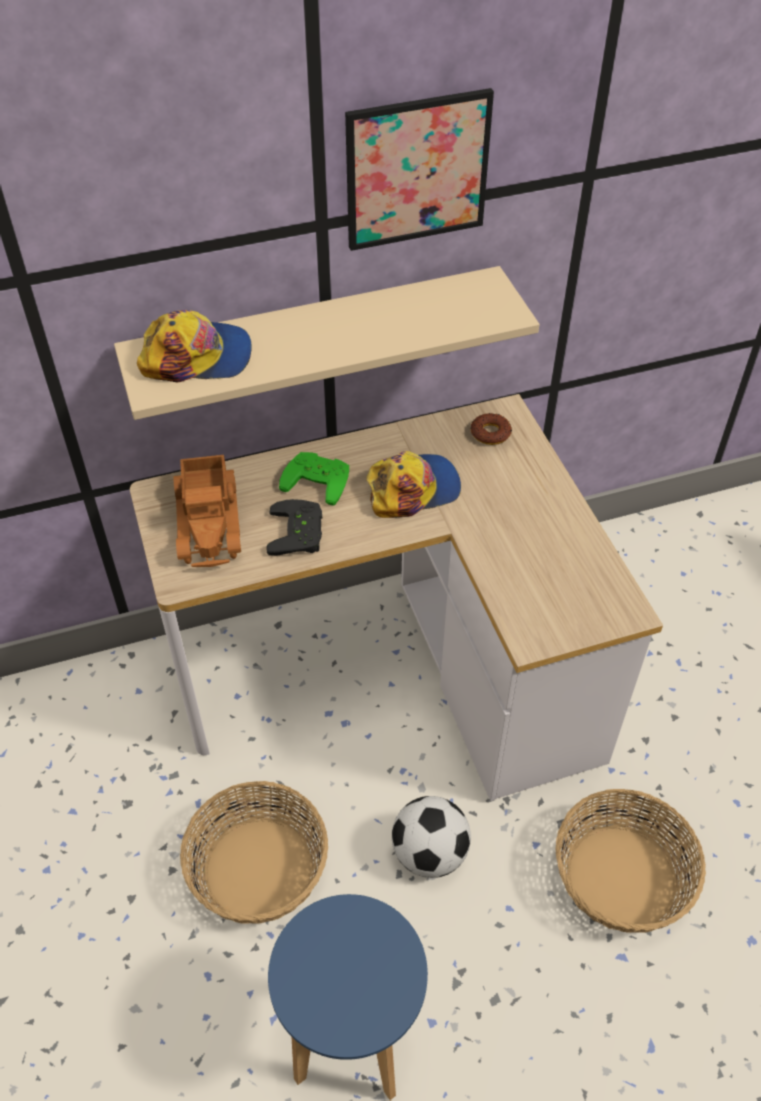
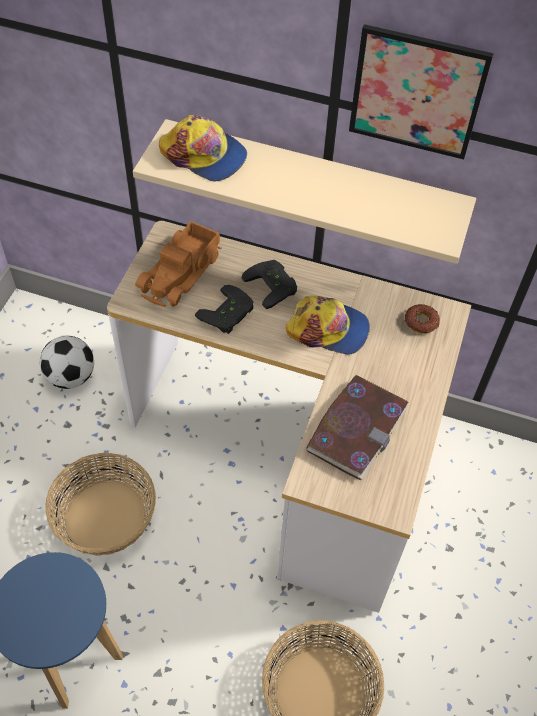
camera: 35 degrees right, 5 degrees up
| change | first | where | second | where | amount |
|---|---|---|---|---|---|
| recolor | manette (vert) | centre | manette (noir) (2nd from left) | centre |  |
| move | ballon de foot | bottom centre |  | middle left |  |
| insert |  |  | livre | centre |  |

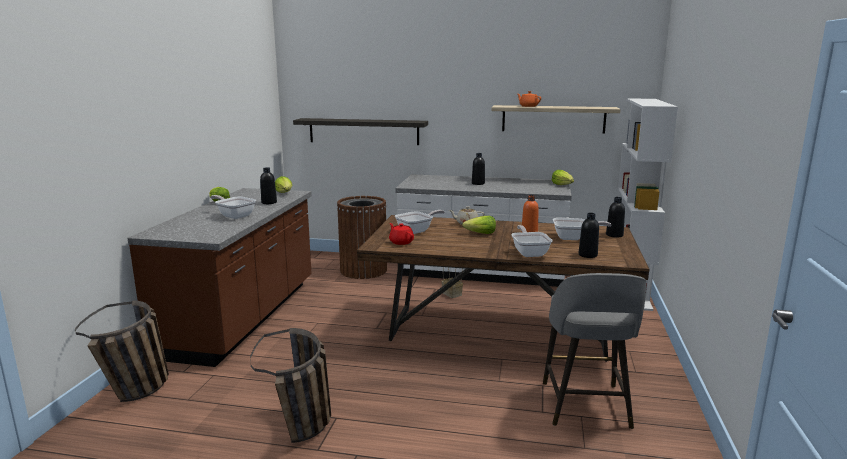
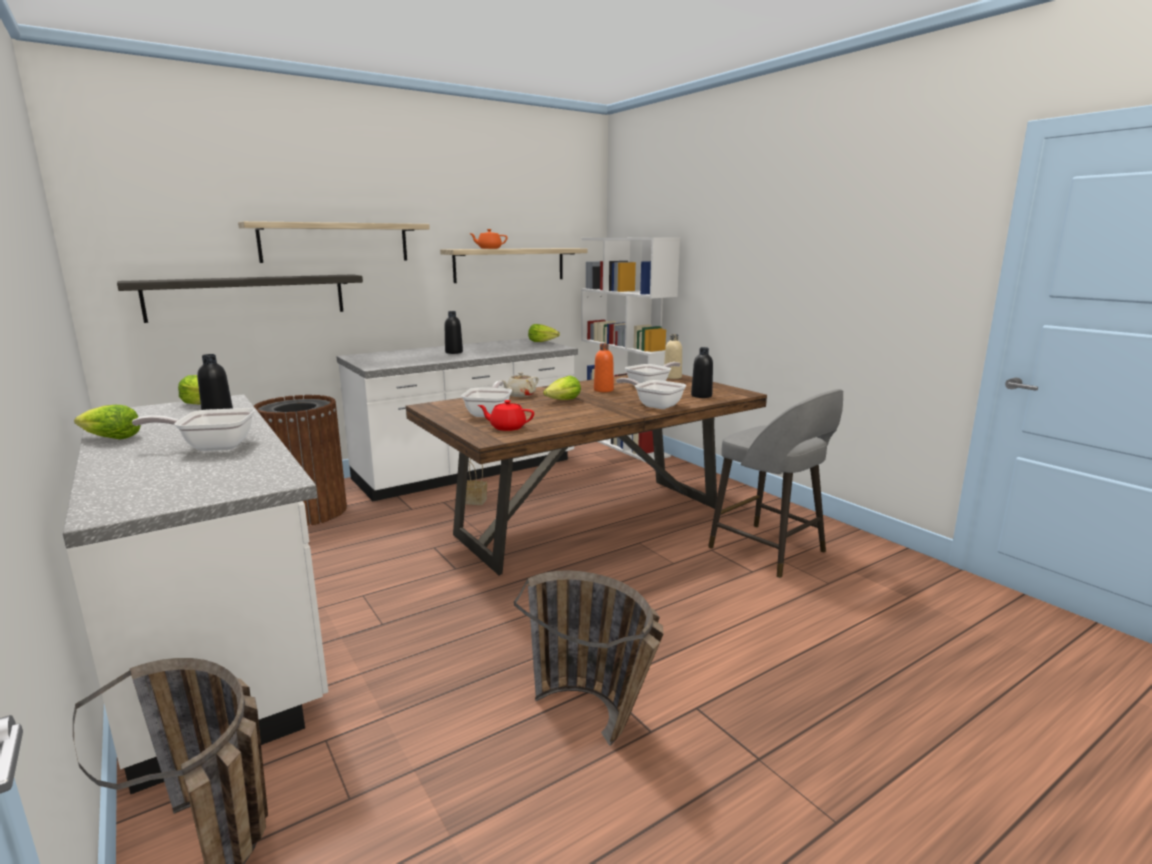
camera: 45 degrees left, 0 degrees up
| change | first | where | second | where | amount |
|---|---|---|---|---|---|
| recolor | comptoir de cuisine (marron) | middle left | comptoir de cuisine (blanc) (1st from left) | bottom left |  |
| recolor | bouteille (noir) (4th from left) | middle right | bouteille (beige) | centre |  |
| insert |  |  | étagère (2nd from left) | top left |  |

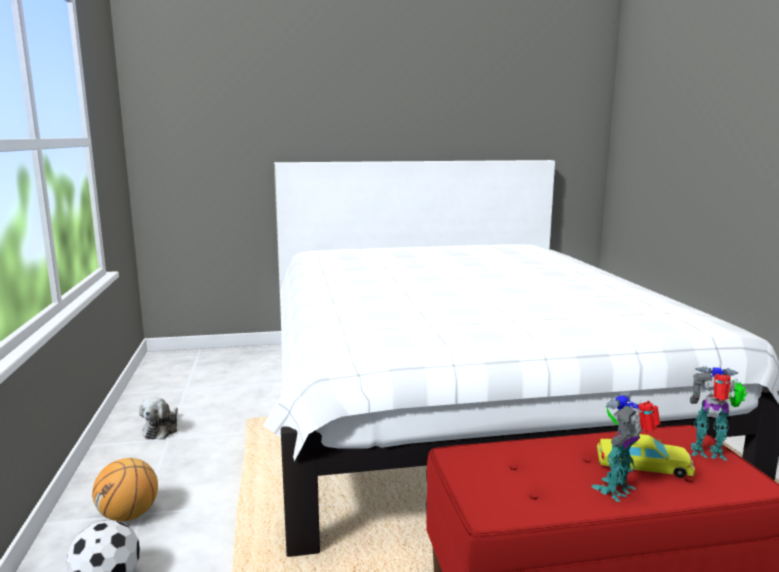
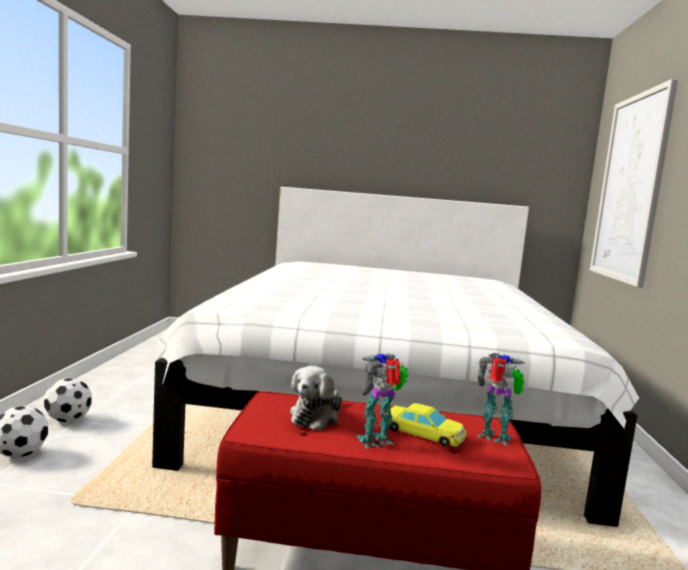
camera: 15 degrees right, 5 degrees down
| change | first | where | second | where | amount |
|---|---|---|---|---|---|
| replace | ballon de basket | bottom left | ballon de foot (2nd from left) | bottom left |  |
| move | peluche | bottom left |  | bottom centre |  |
| insert |  |  | tableau | top right |  |

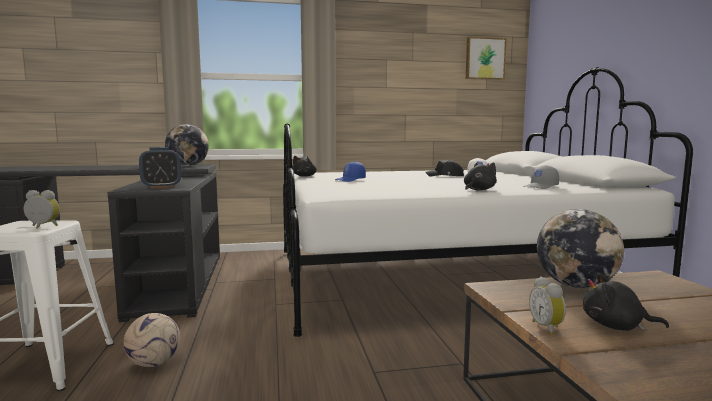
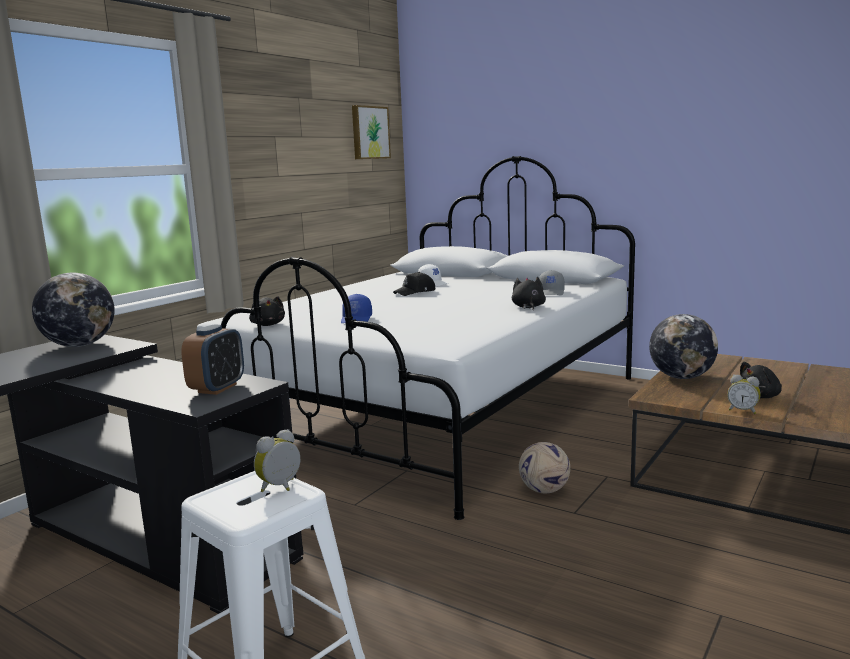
camera: 45 degrees left, 5 degrees up
| change | first | where | second | where | amount |
|---|---|---|---|---|---|
| move | ballon de foot | bottom left |  | bottom centre |  |

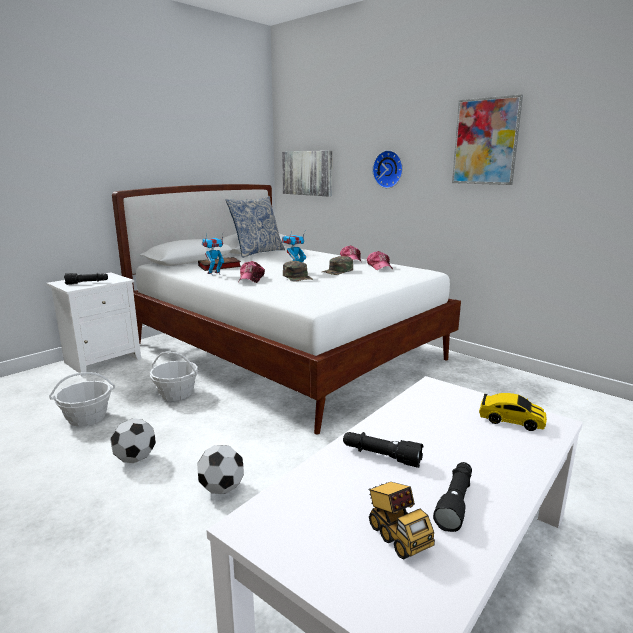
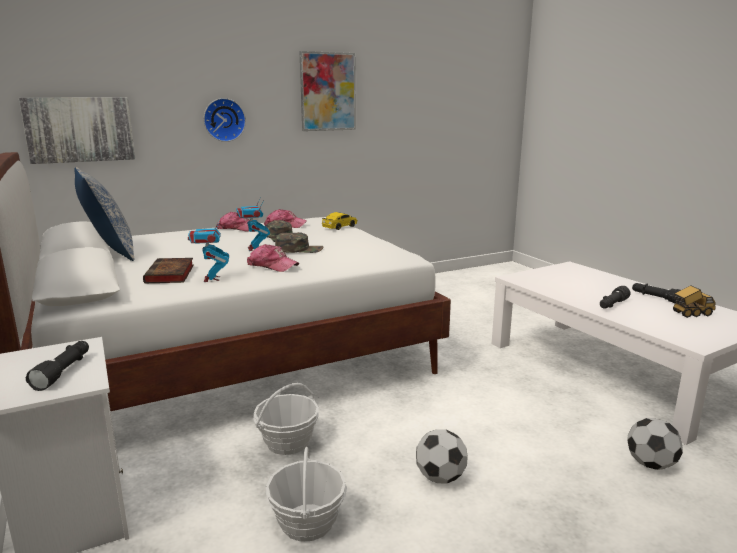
camera: 70 degrees left, 0 degrees up
| change | first | where | second | where | amount |
|---|---|---|---|---|---|
| move | ballon de foot (2nd from left) | bottom centre |  | bottom right |  |
| move | petite voiture | middle right |  | centre |  |

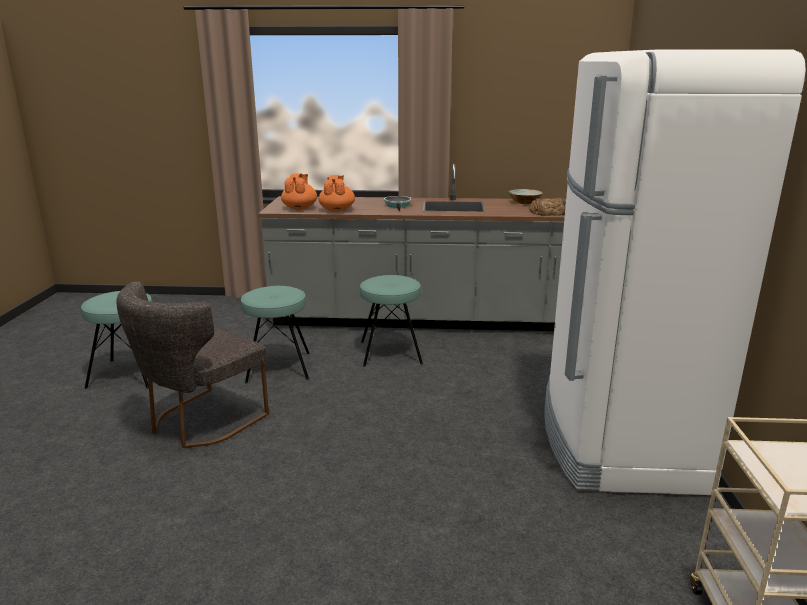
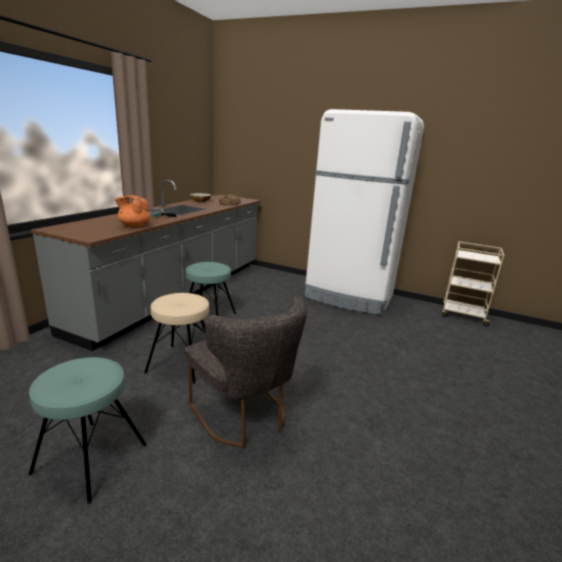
camera: 70 degrees left, 0 degrees up
| change | first | where | second | where | amount |
|---|---|---|---|---|---|
| recolor | tabouret (turquoise) (2nd from left) | centre | tabouret (beige) | middle left |  |
| delete | théière (orange) (1st from left) | top centre |  |  |  |

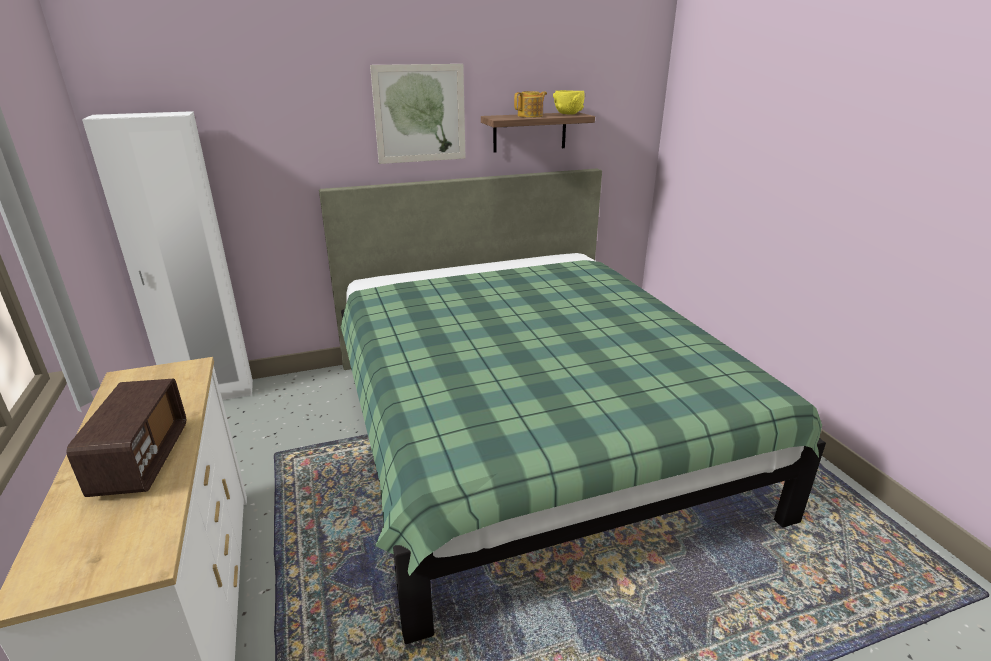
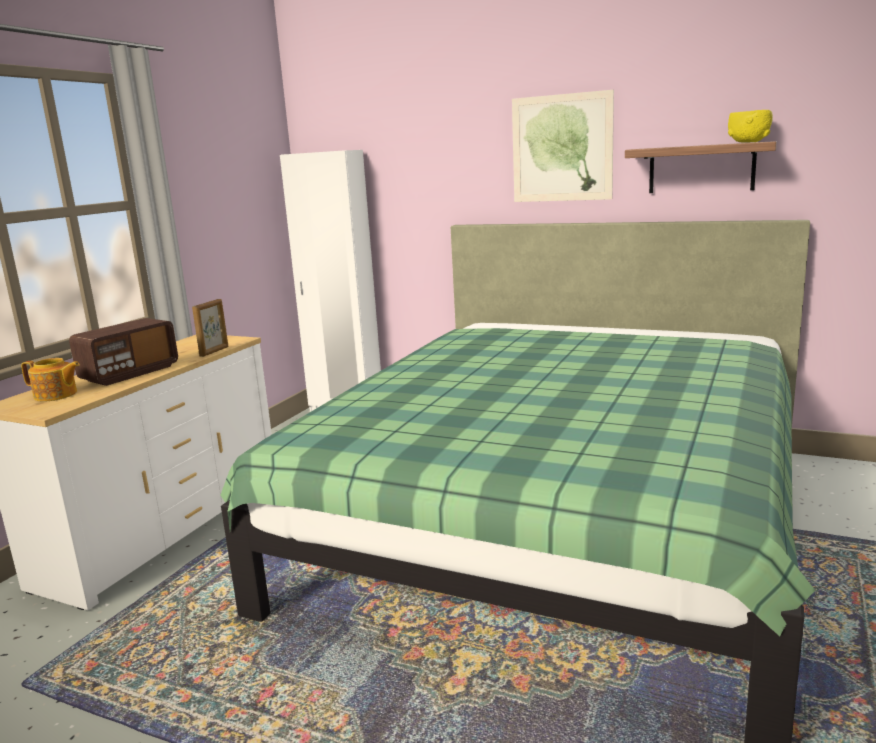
camera: 45 degrees right, 10 degrees down
| change | first | where | second | where | amount |
|---|---|---|---|---|---|
| move | théière | top centre |  | middle left |  |
| insert |  |  | cadre photo | middle left |  |

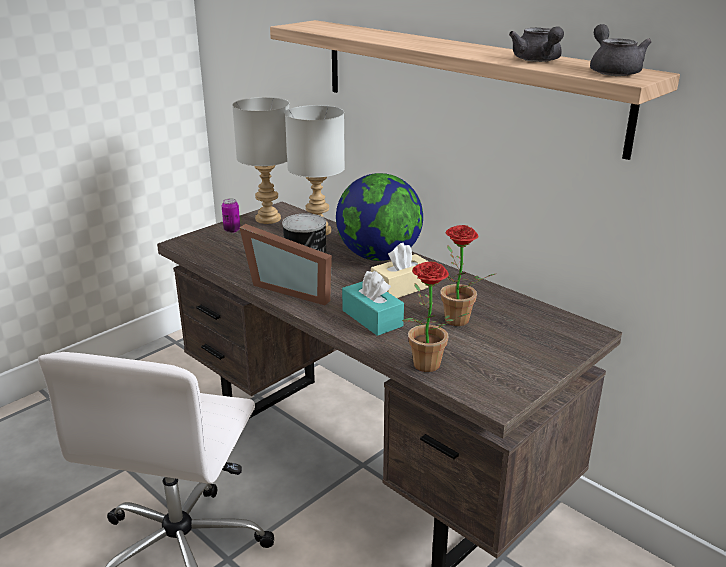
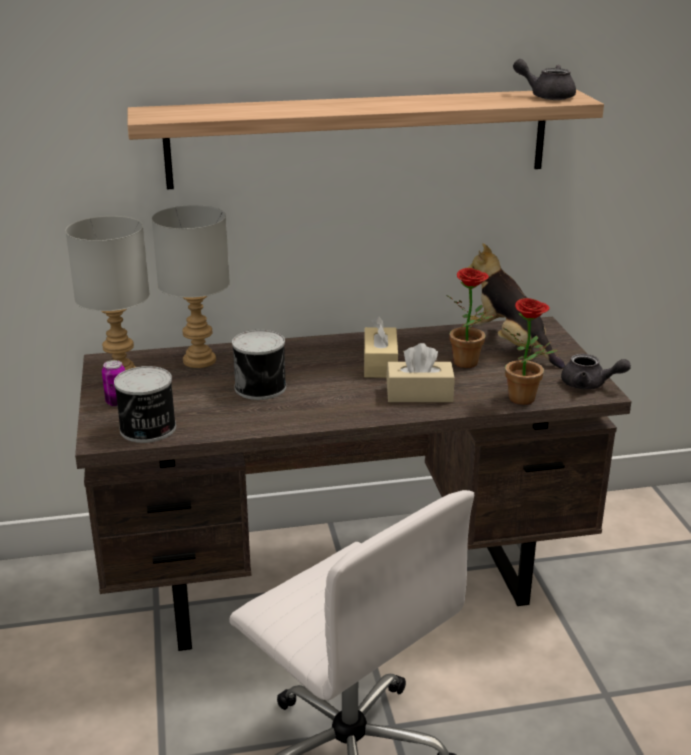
camera: 55 degrees left, 0 degrees up
| change | first | where | second | where | amount |
|---|---|---|---|---|---|
| delete | cadre photo | centre |  |  |  |
| delete | globe | centre |  |  |  |
| recolor | boîte à mouchoirs (turquoise) | centre | boîte à mouchoirs (beige) (2nd from left) | centre |  |
| move | théière (gris) (1st from left in the first image) | top right | théière (gris) (2nd from left) | middle right |  |
| insert |  |  | boîte métallique (2nd from left) | middle left |  |
| insert |  |  | peluche | middle right |  |

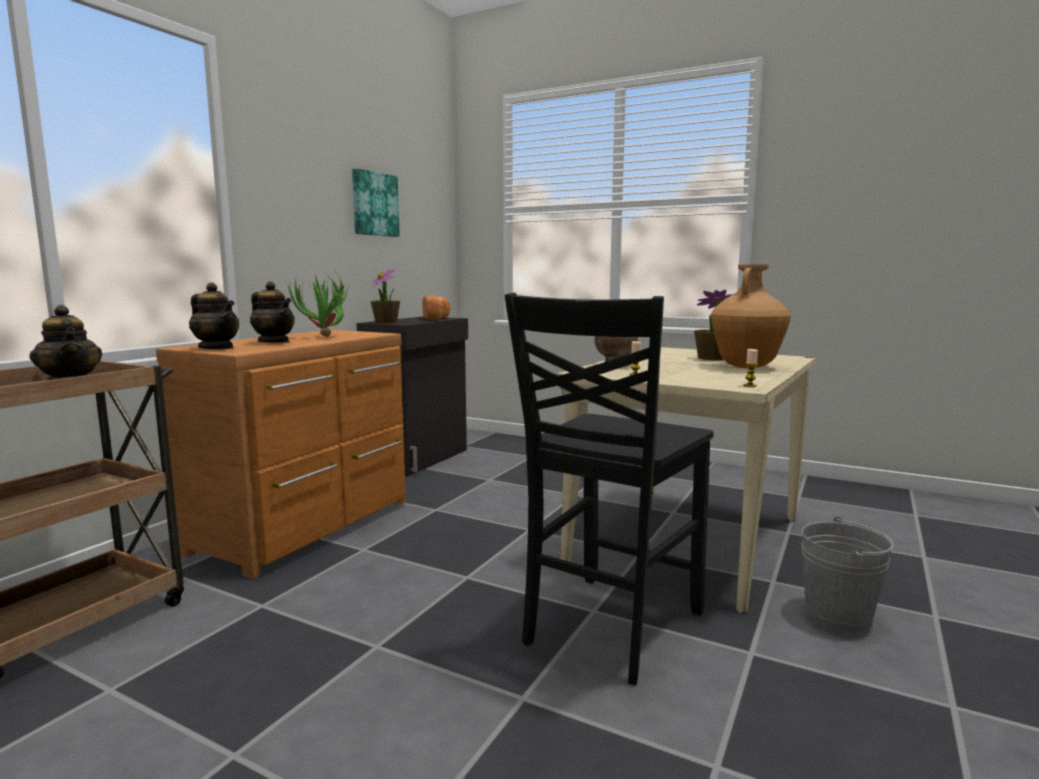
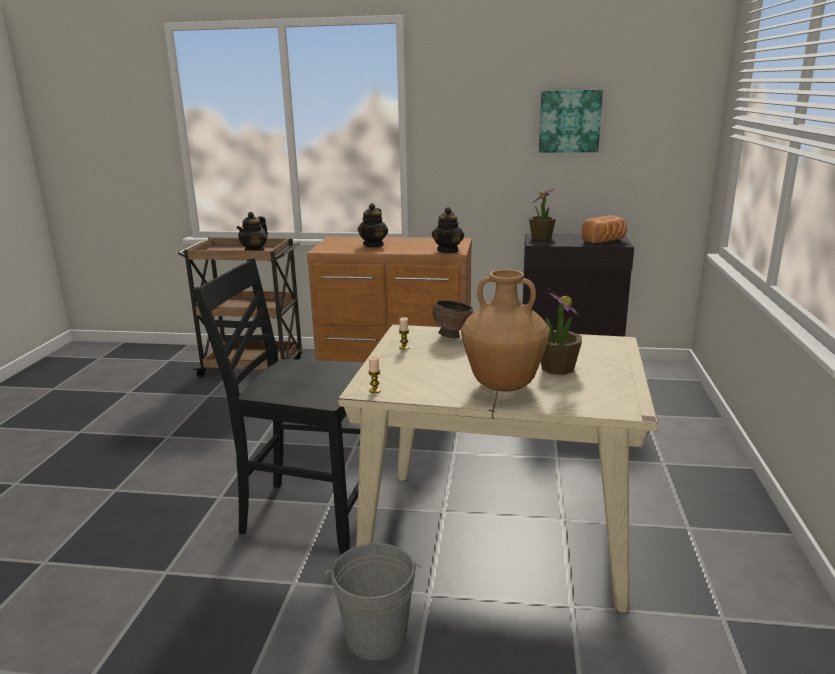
camera: 70 degrees right, 10 degrees up
| change | first | where | second | where | amount |
|---|---|---|---|---|---|
| move | théière (2nd from left in the first image) | middle left | théière (3rd from left) | centre |  |
| delete | plante en pot (1st from left) | middle left |  |  |  |

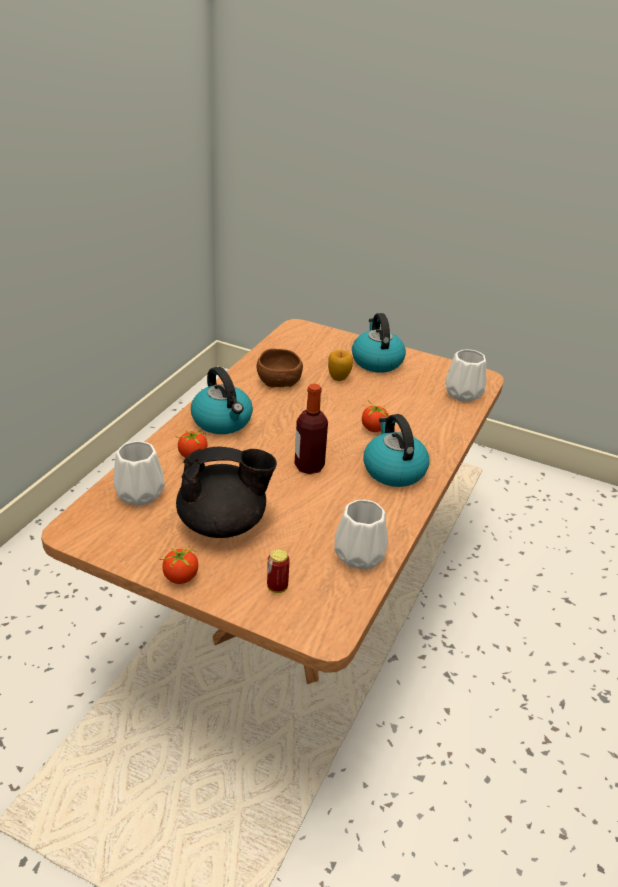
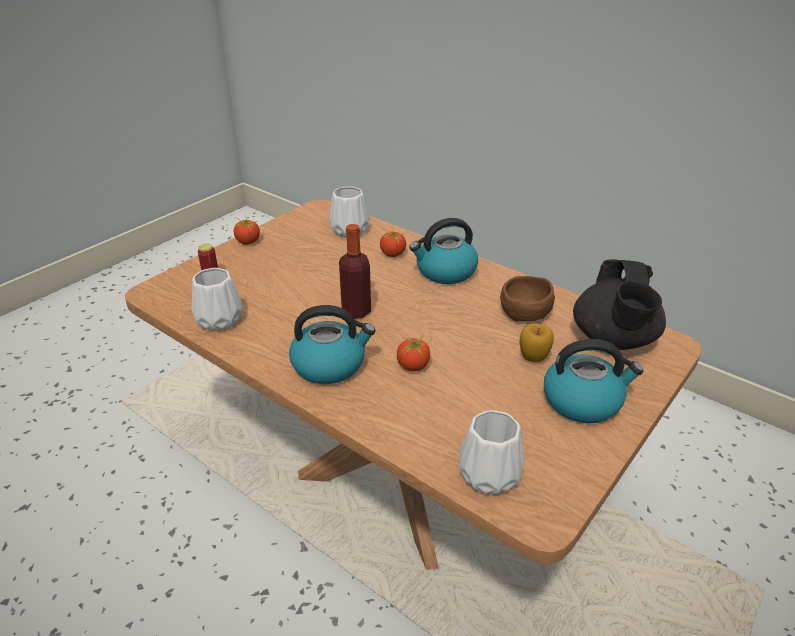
camera: 105 degrees right, 0 degrees up
| change | first | where | second | where | amount |
|---|---|---|---|---|---|
| move | théière (noir) | centre |  | middle right |  |

